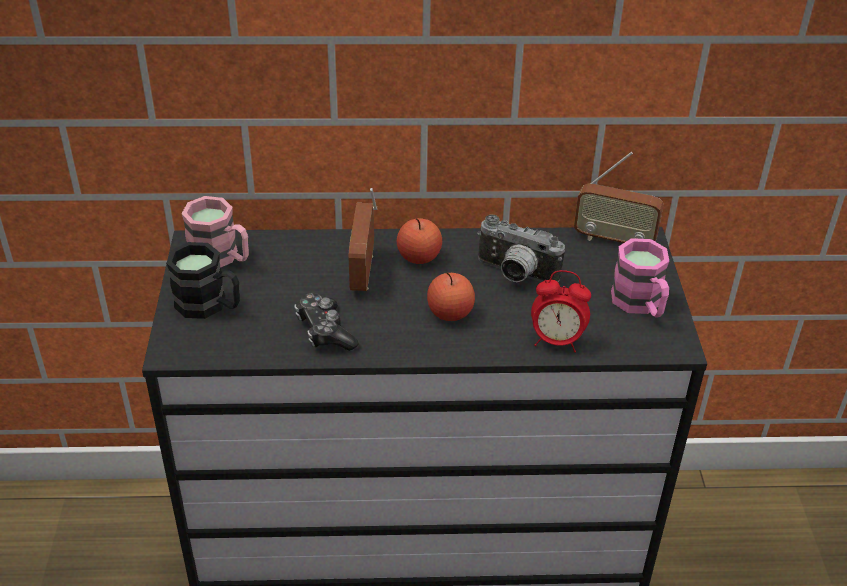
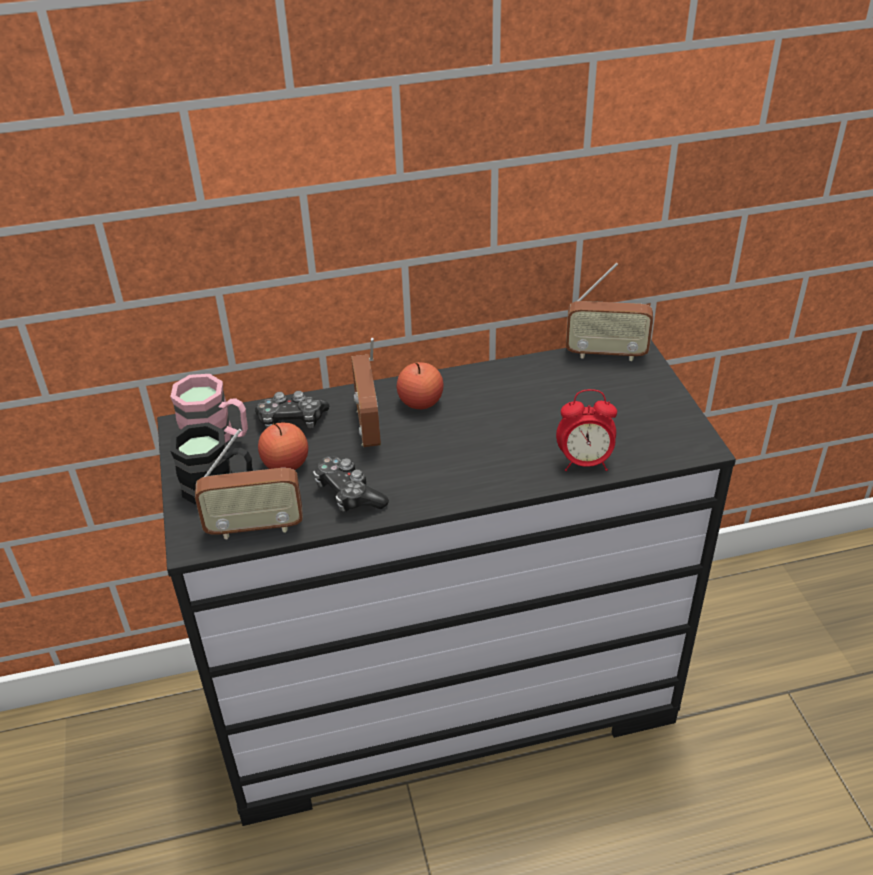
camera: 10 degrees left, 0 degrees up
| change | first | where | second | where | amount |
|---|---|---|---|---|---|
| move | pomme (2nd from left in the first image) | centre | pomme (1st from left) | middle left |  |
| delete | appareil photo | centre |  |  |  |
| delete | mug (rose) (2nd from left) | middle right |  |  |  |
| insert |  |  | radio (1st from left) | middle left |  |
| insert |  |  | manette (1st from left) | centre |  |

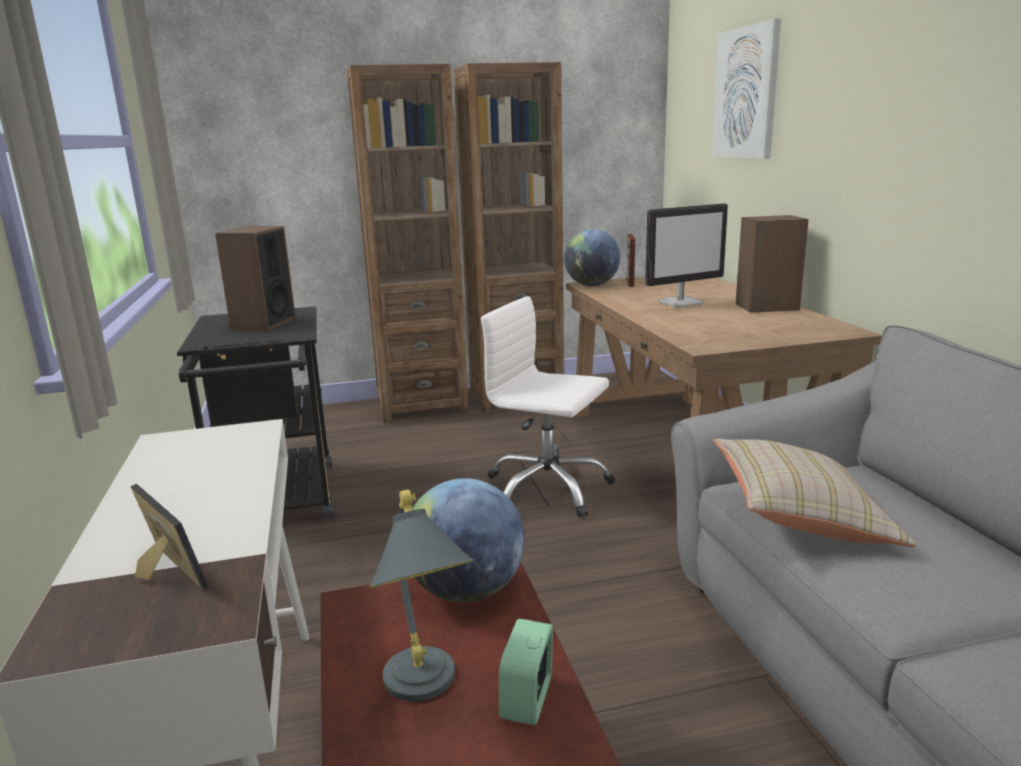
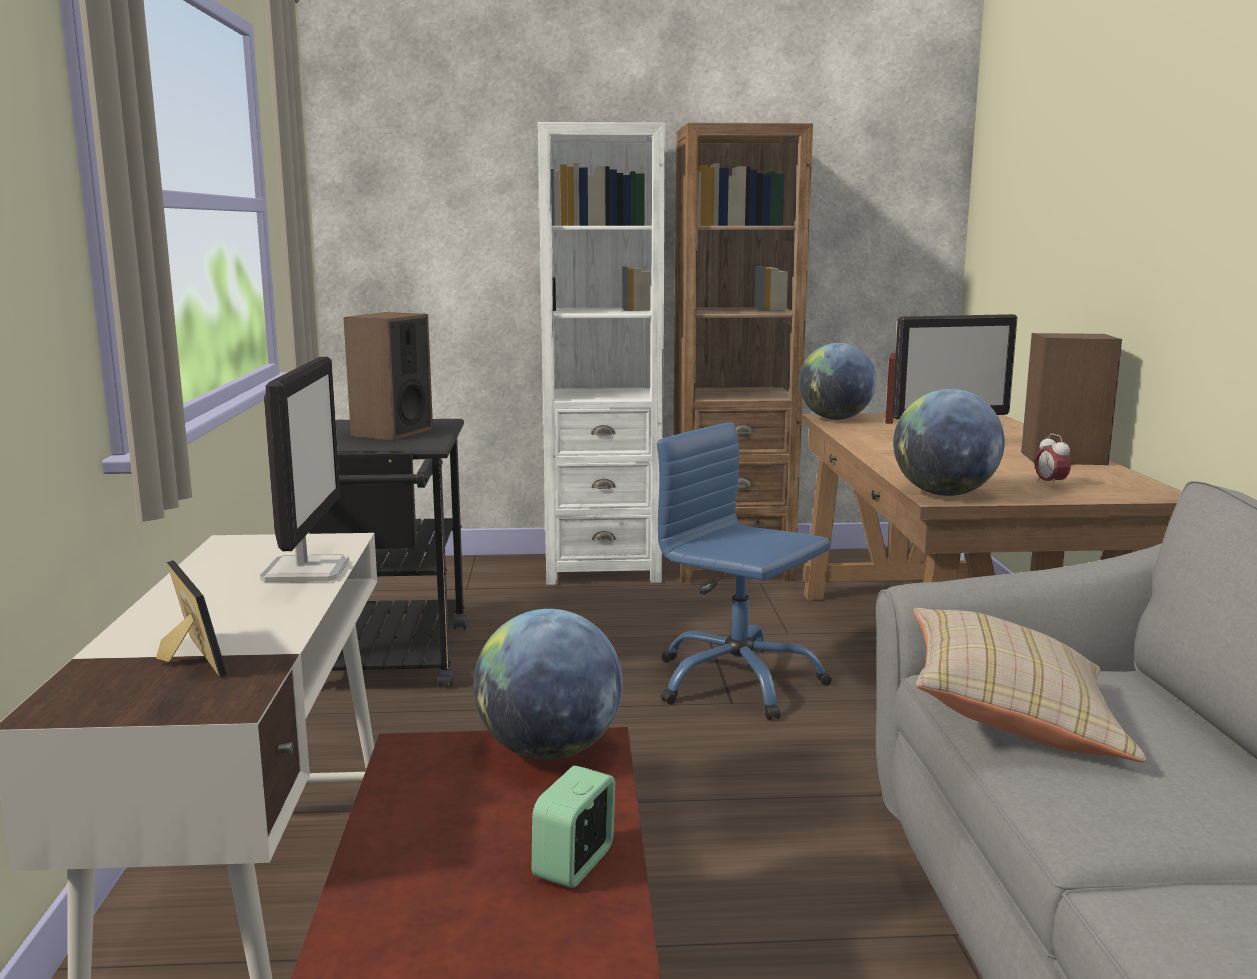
camera: 10 degrees right, 5 degrees down
| change | first | where | second | where | amount |
|---|---|---|---|---|---|
| recolor | bibliothèque (marron) (1st from left) | top centre | bibliothèque (blanc) | centre |  |
| delete | lampe de table (gris) | bottom centre |  |  |  |
| recolor | chaise de bureau (blanc) | centre | chaise de bureau (bleu) | centre |  |
| delete | tableau | top right |  |  |  |
| insert |  |  | écran d'ordinateur (1st from left) | middle left |  |
| insert |  |  | globe (3rd from left) | middle right |  |
| insert |  |  | réveil (2nd from left) | middle right |  |

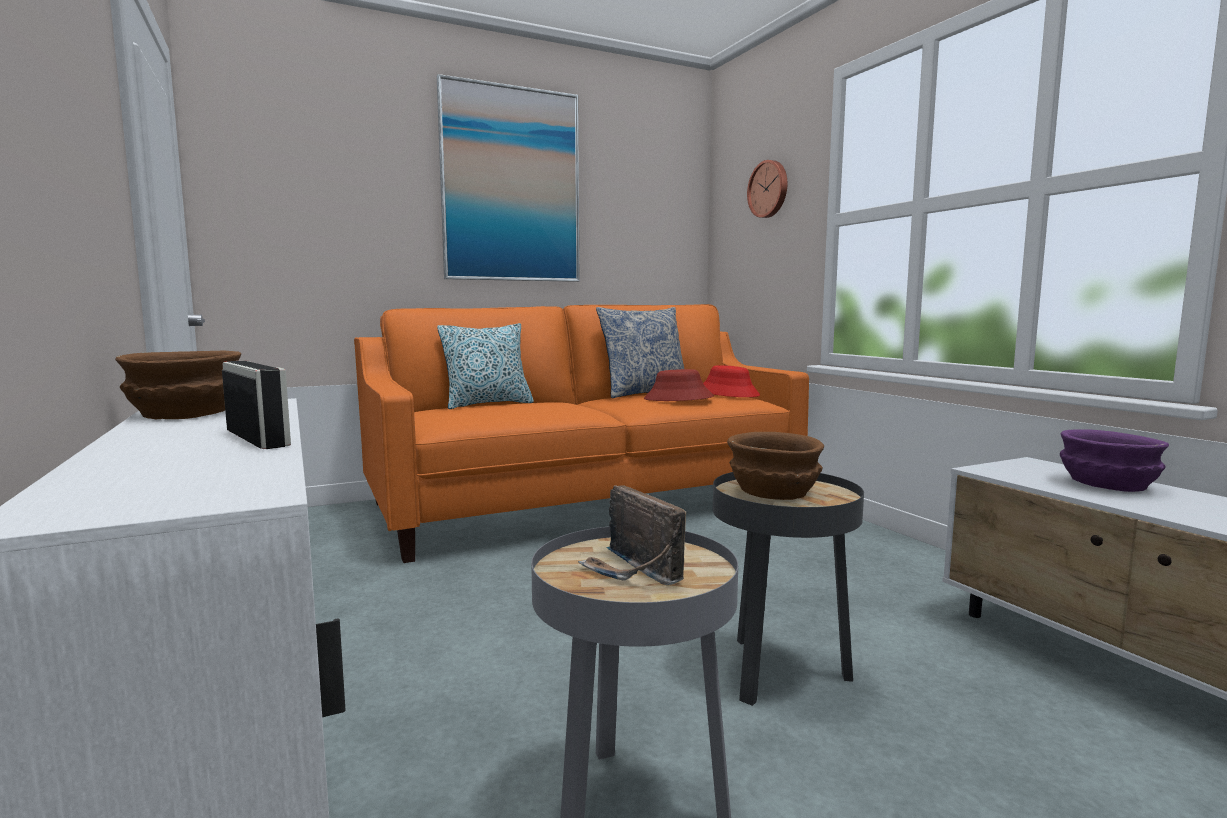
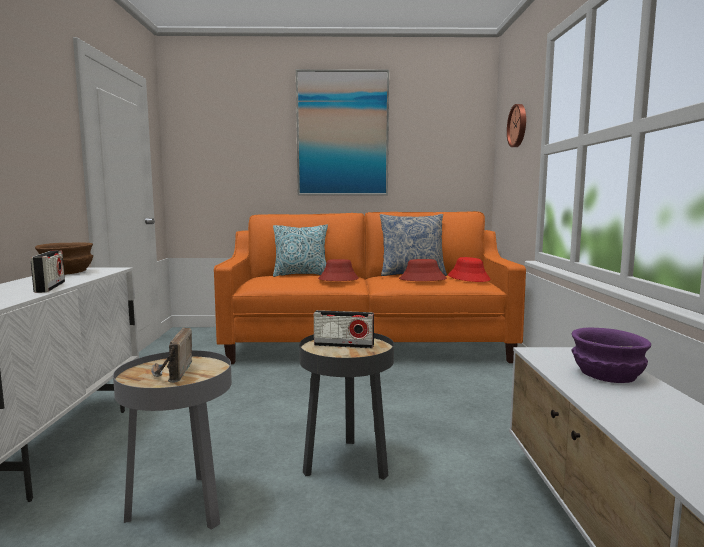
camera: 25 degrees right, 0 degrees up
| change | first | where | second | where | amount |
|---|---|---|---|---|---|
| replace | bol (marron) (2nd from left) | centre | radio (3rd from left) | centre |  |
| insert |  |  | chapeau (rouge) (1st from left) | centre |  |

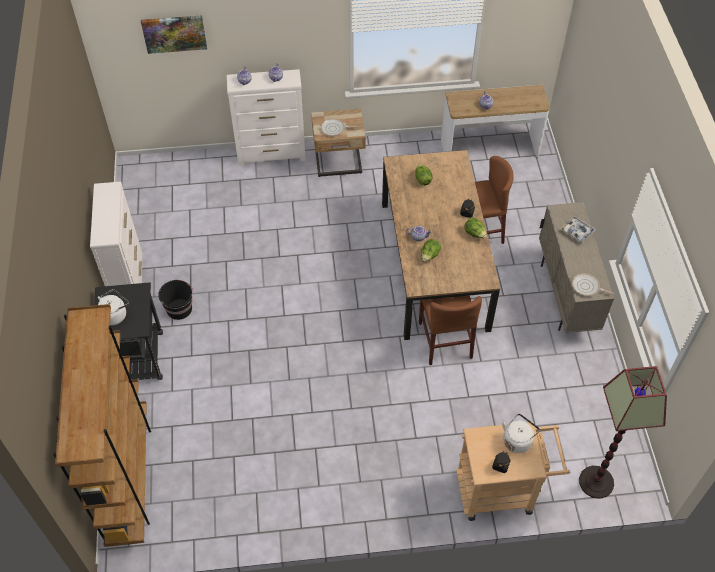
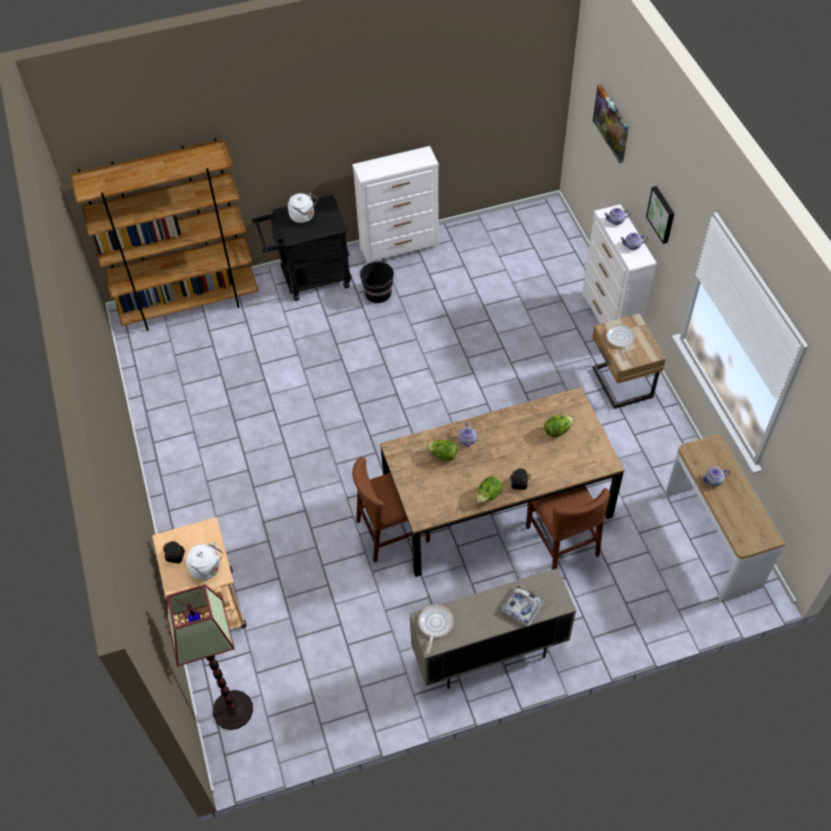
camera: 80 degrees right, 0 degrees up
| change | first | where | second | where | amount |
|---|---|---|---|---|---|
| insert |  |  | tableau (2nd from left) | top right |  |

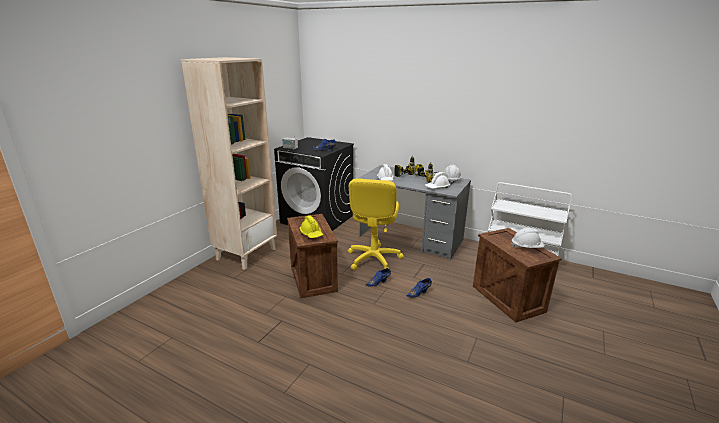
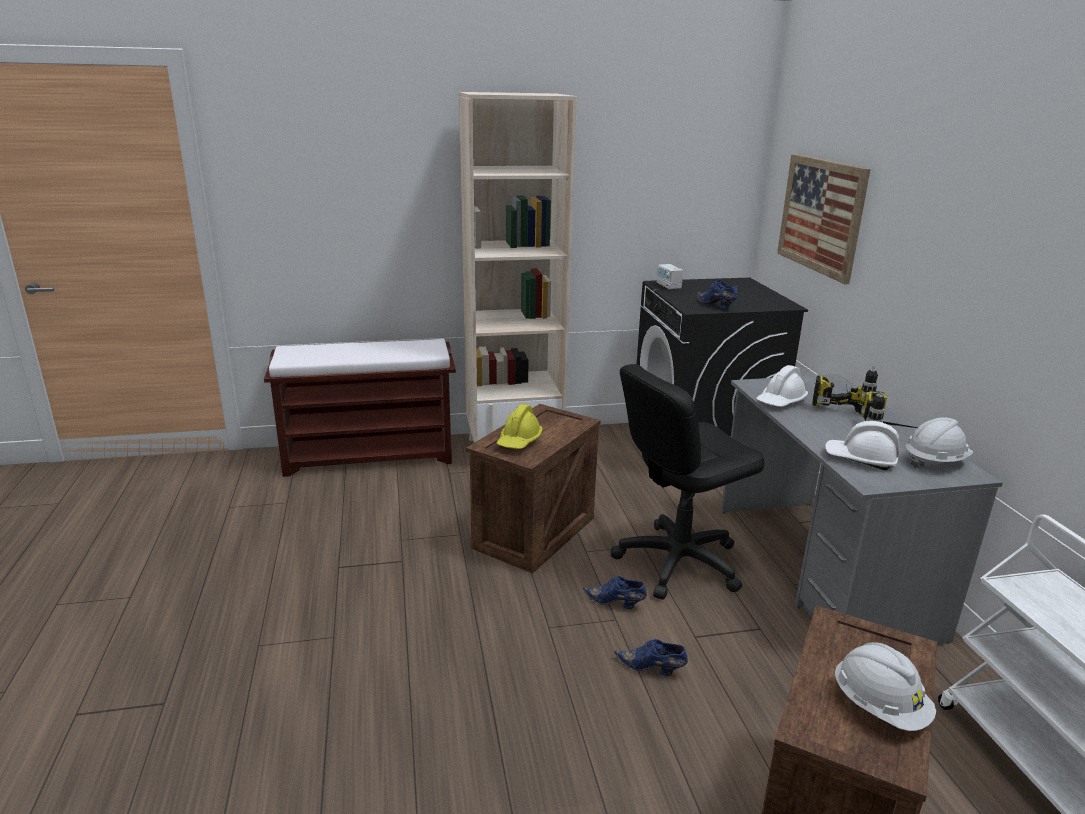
camera: 50 degrees right, 0 degrees up
| change | first | where | second | where | amount |
|---|---|---|---|---|---|
| recolor | chaise de bureau (jaune) | centre | chaise de bureau (noir) | centre |  |
| insert |  |  | banc (marron) | middle left |  |
| insert |  |  | tableau | top right |  |

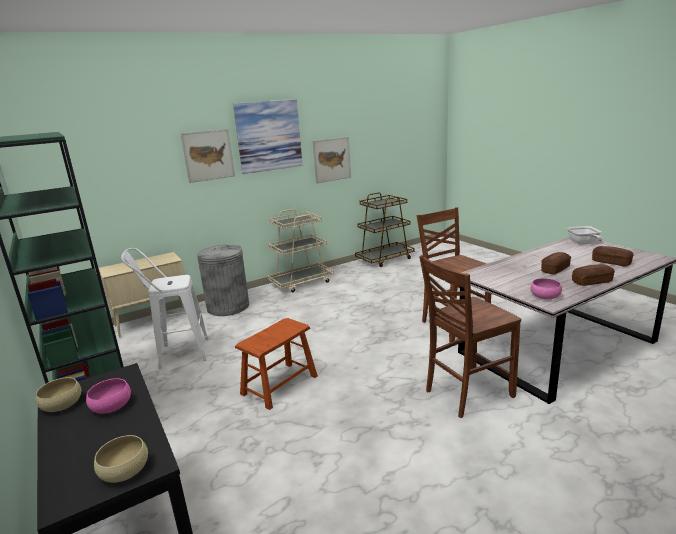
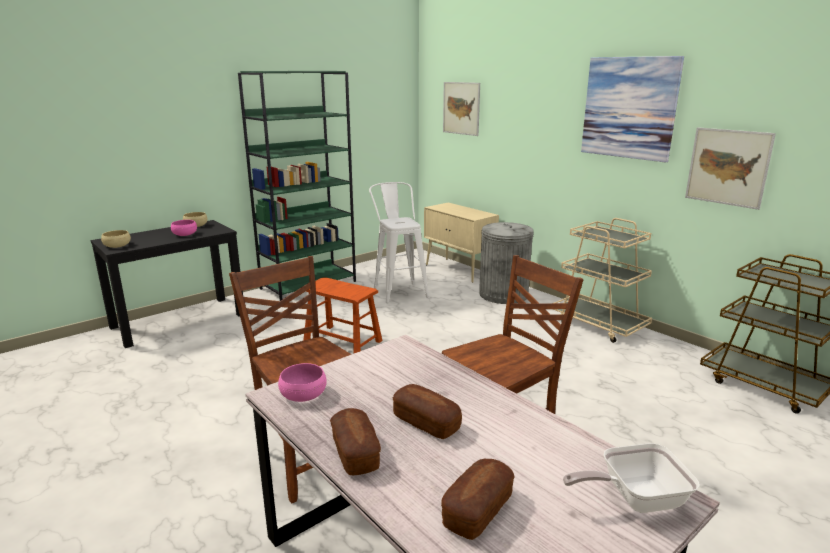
camera: 80 degrees right, 0 degrees up
| change | first | where | second | where | amount |
|---|---|---|---|---|---|
| move | tableau (1st from left) | top left |  | top centre |  |

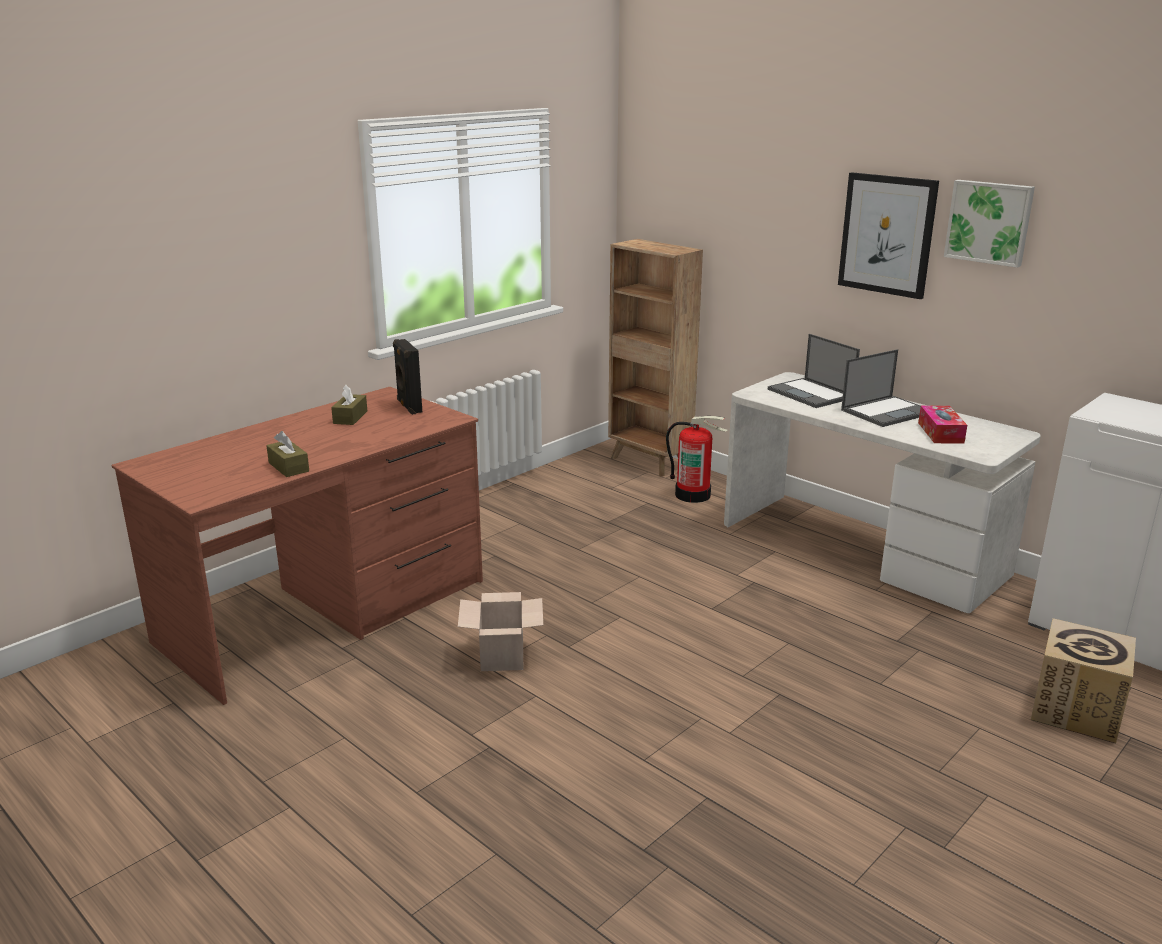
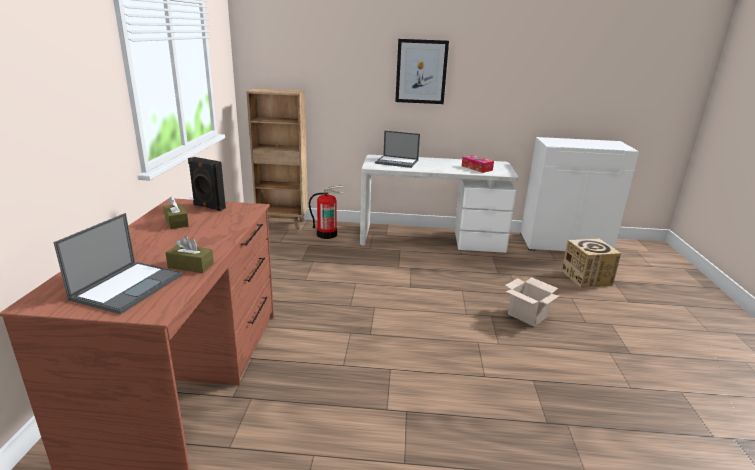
camera: 40 degrees left, 0 degrees up
| change | first | where | second | where | amount |
|---|---|---|---|---|---|
| move | carton (1st from left) | bottom centre |  | middle right |  |
| move | ordinateur portable (2nd from left in the first image) | middle right | ordinateur portable (1st from left) | middle left |  |
| delete | tableau (2nd from left) | top right |  |  |  |

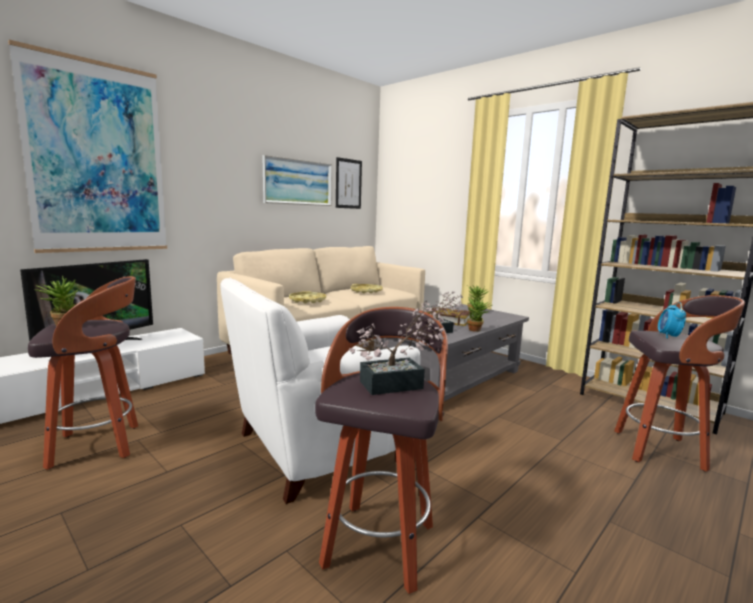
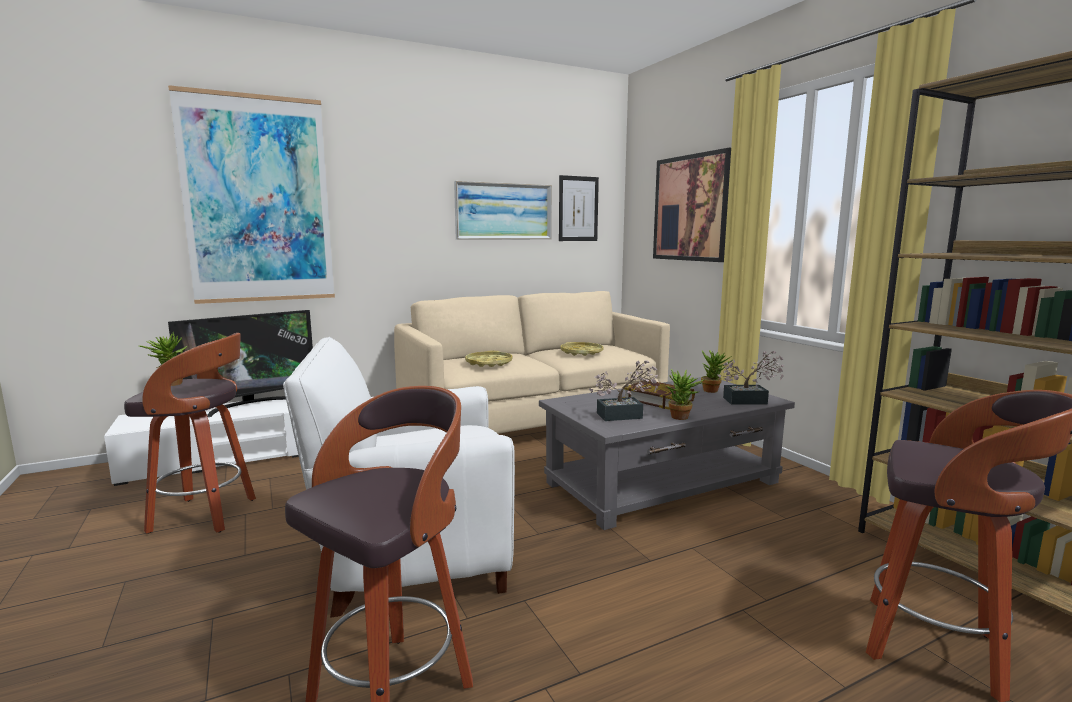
camera: 20 degrees right, 0 degrees up
| change | first | where | second | where | amount |
|---|---|---|---|---|---|
| move | plante en pot (2nd from left in the first image) | centre | plante en pot (5th from left) | middle right |  |
| delete | réveil | middle right |  |  |  |
| insert |  |  | tableau (4th from left) | top centre |  |

